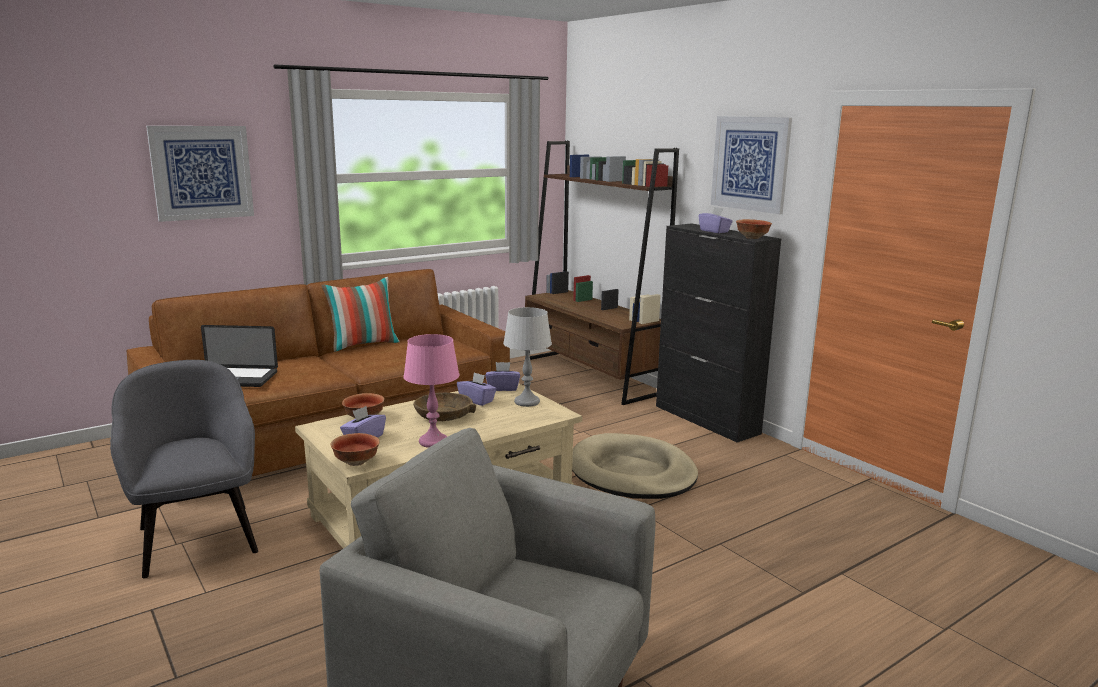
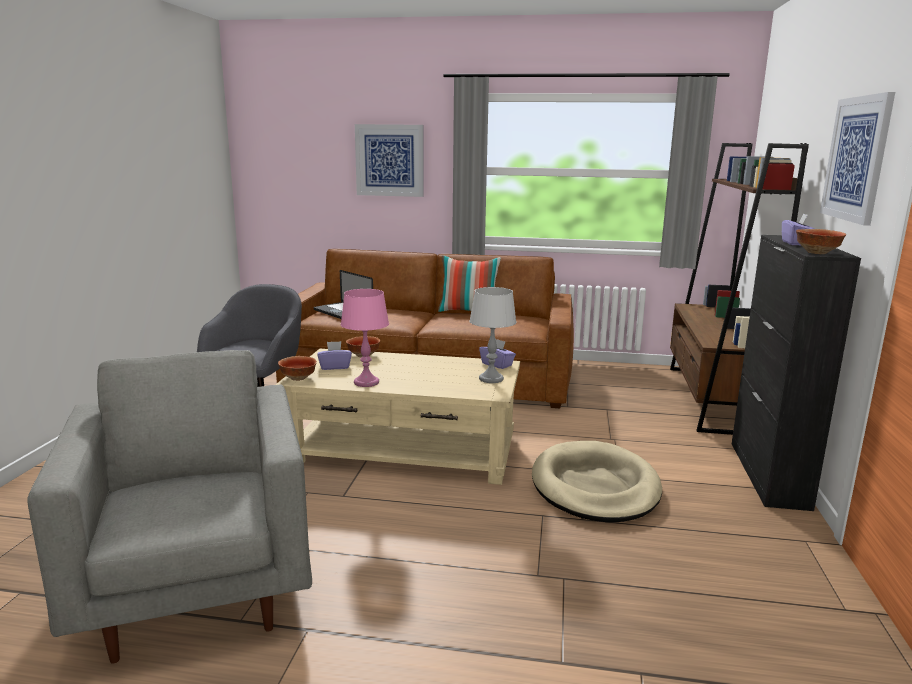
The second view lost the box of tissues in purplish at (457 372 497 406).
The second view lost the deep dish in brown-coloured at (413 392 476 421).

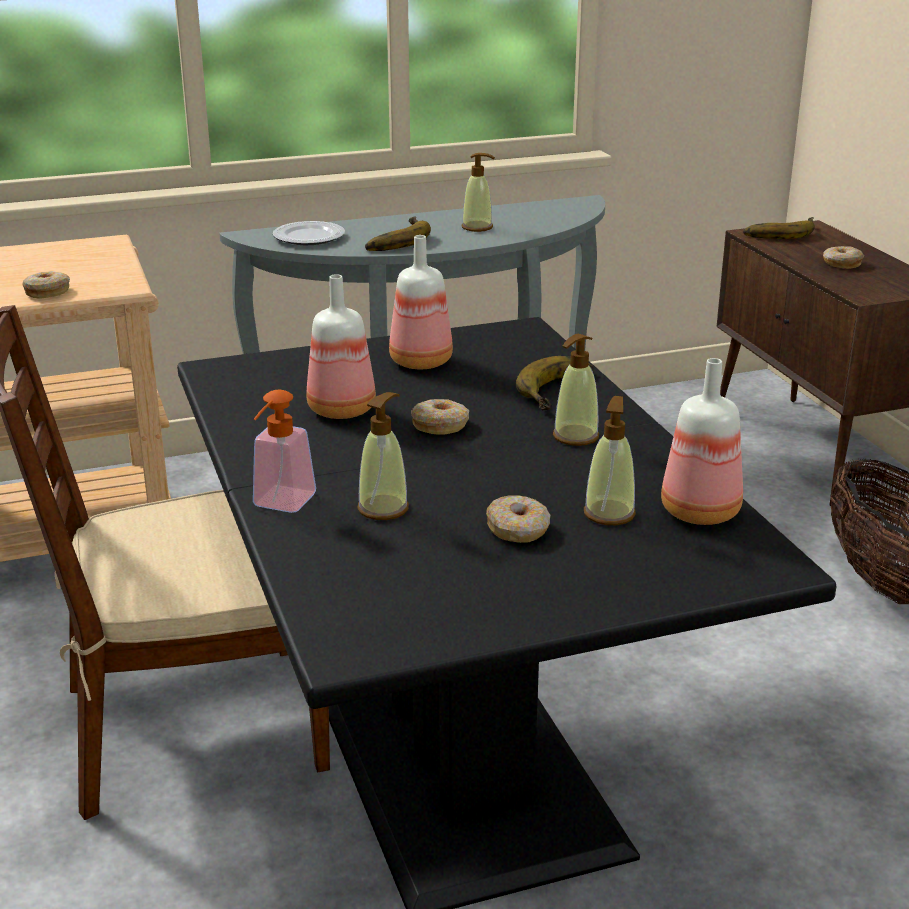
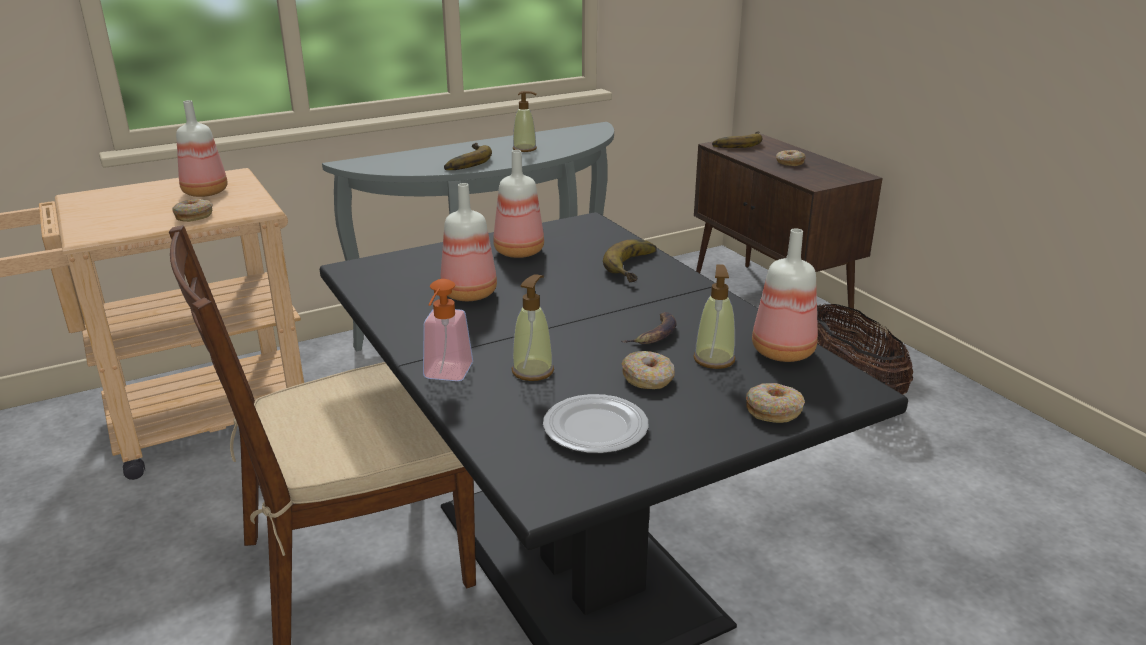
The plate ended up elsewhere, having gone from (273 221 345 245) to (543 394 649 454).
The second view lost the liquid soap bottle at (553 334 599 446).
The donut ended up elsewhere, having gone from (411 399 470 434) to (746 383 805 423).
The second view gained the bottle at (176 100 228 197).
The second view gained the banana fruit at (622 312 677 344).

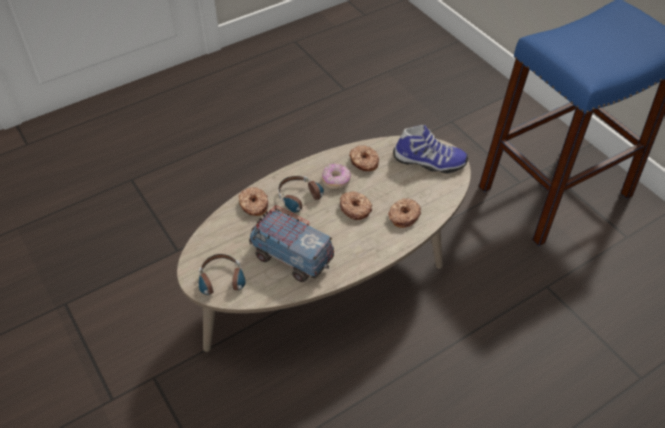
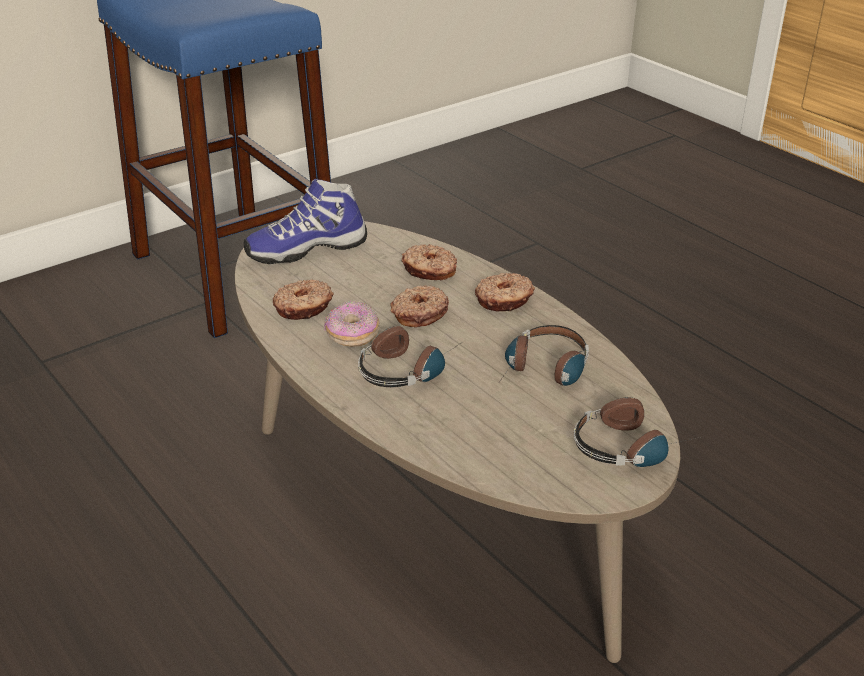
The shoe at (393 125 468 174) ended up facing another way, 120 degrees counterclockwise from before.
The donut ended up elsewhere, having gone from (239 187 268 216) to (475 273 535 311).
Where the toy truck stood at (249 205 334 282), the headphones came to stand at (499 325 589 386).

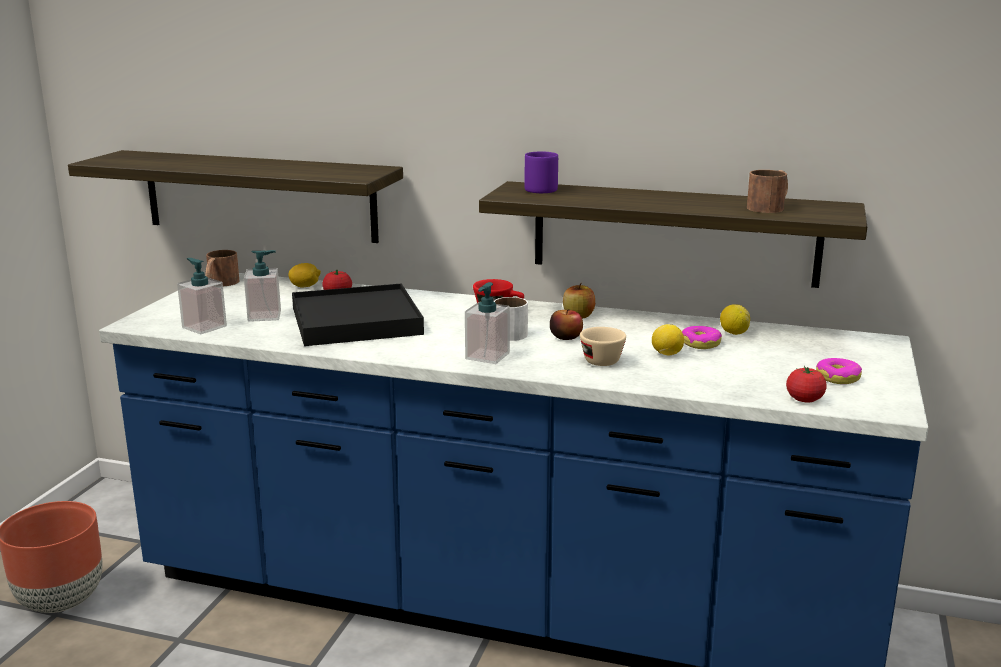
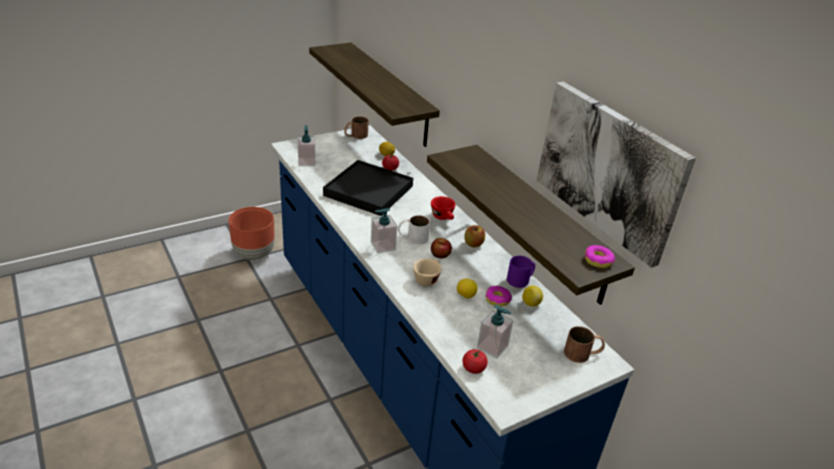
The mug in purplish ended up elsewhere, having gone from (524 152 558 193) to (507 256 535 288).
The mug in brown-coloured ended up elsewhere, having gone from (747 170 788 213) to (564 326 605 363).
The liquid soap bottle ended up elsewhere, having gone from (244 250 281 322) to (477 305 514 358).
The donut ended up elsewhere, having gone from (816 358 862 384) to (585 245 615 268).
The second view gained the picture at (537 82 696 268).

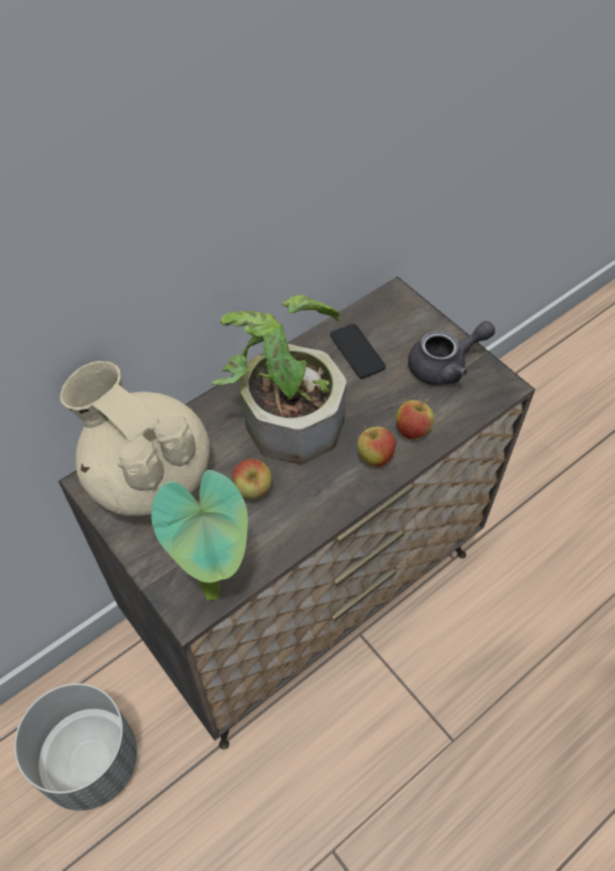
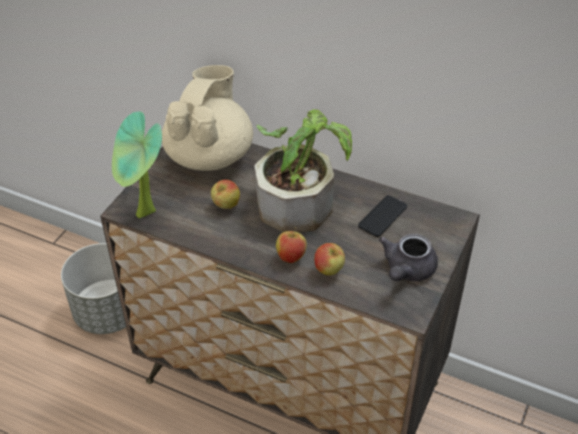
The tea pot in grey at (408 321 495 385) ended up facing another way, 75 degrees clockwise from before.

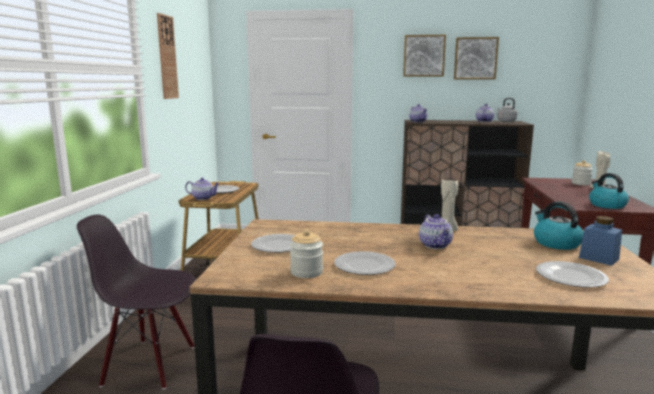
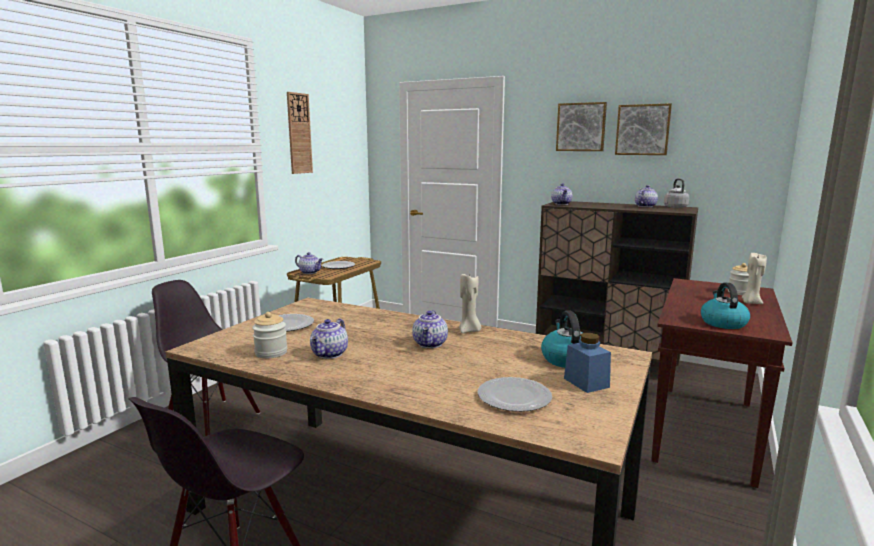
Where the plate stood at (334 251 396 275), the tea pot came to stand at (310 319 348 359).

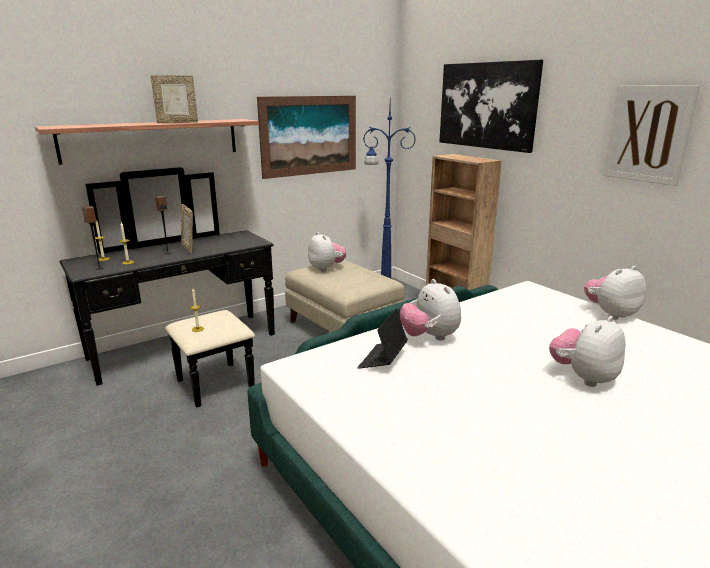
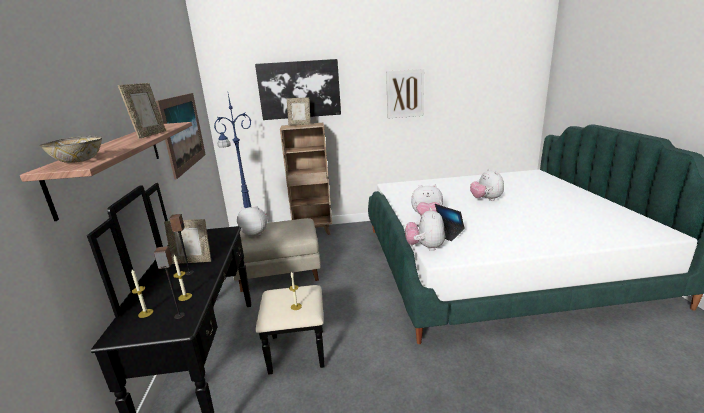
The plush toy ended up elsewhere, having gone from (584 266 646 320) to (405 208 445 251).
The second view gained the standing frame at (287 97 311 125).
The second view gained the deep dish at (40 136 102 163).

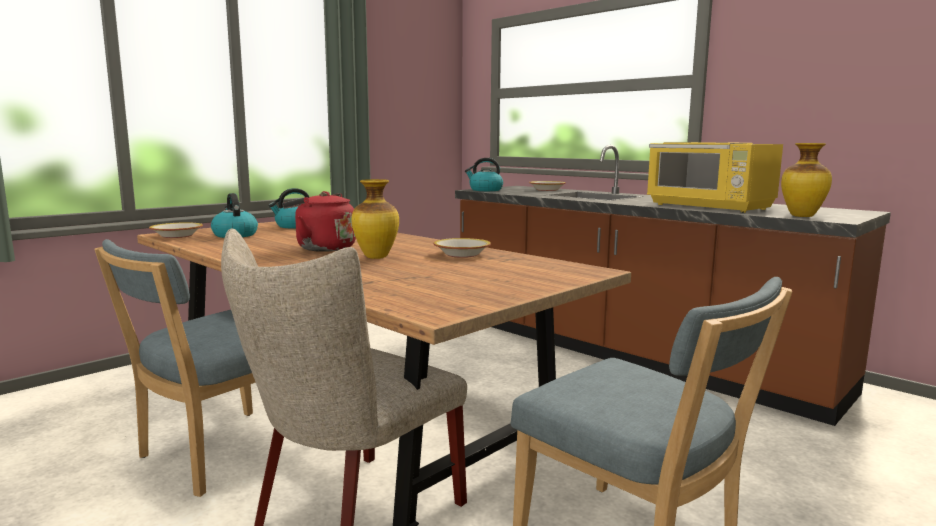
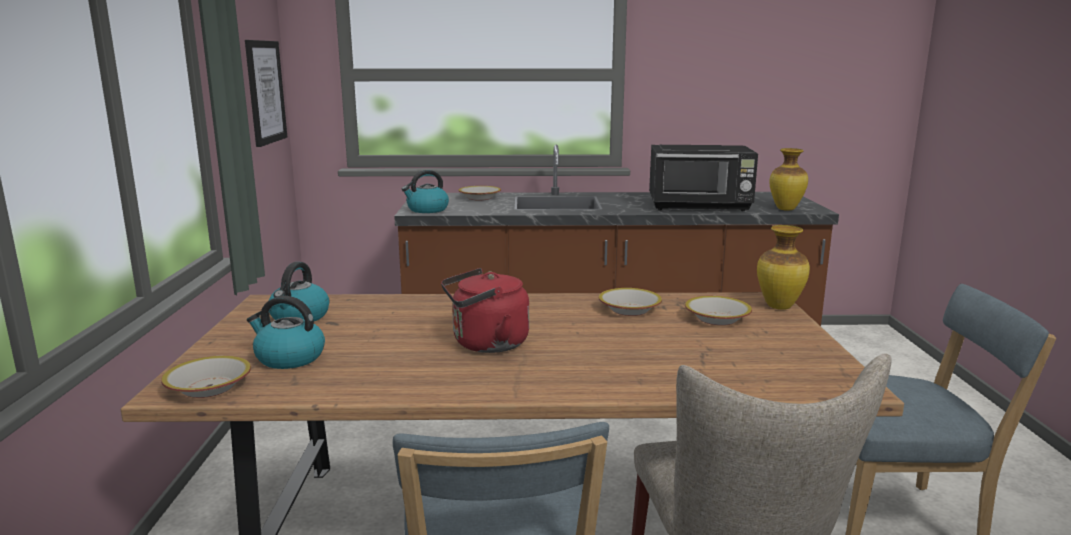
What was the microwave in yellow at (647 142 783 213) turned into the microwave in black at (649 145 758 211).
The vase ended up elsewhere, having gone from (352 179 399 259) to (757 225 810 310).
The second view gained the picture at (245 40 287 147).
The second view gained the deep dish at (685 296 752 325).

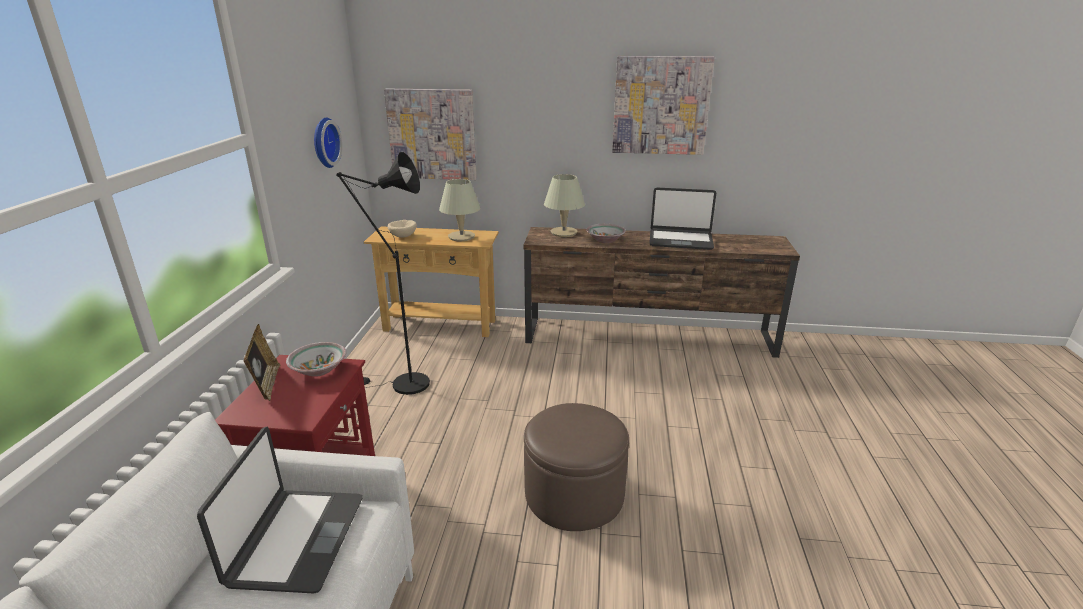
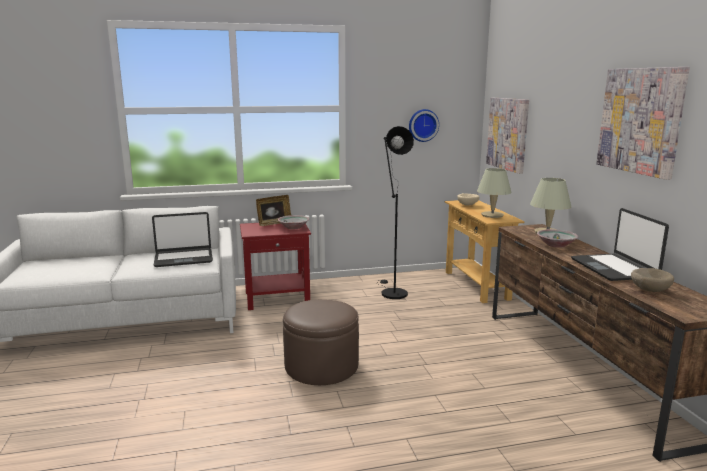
The second view gained the deep dish in beige-coloured at (631 268 674 292).

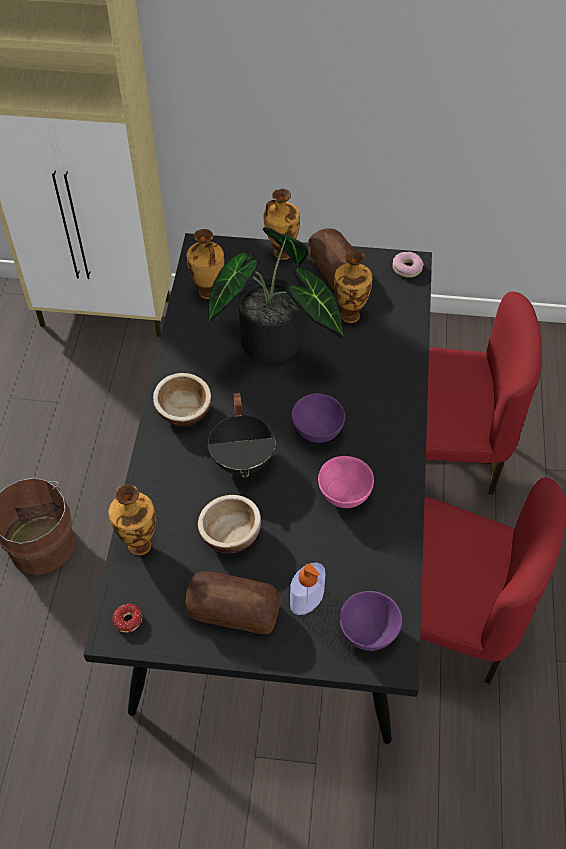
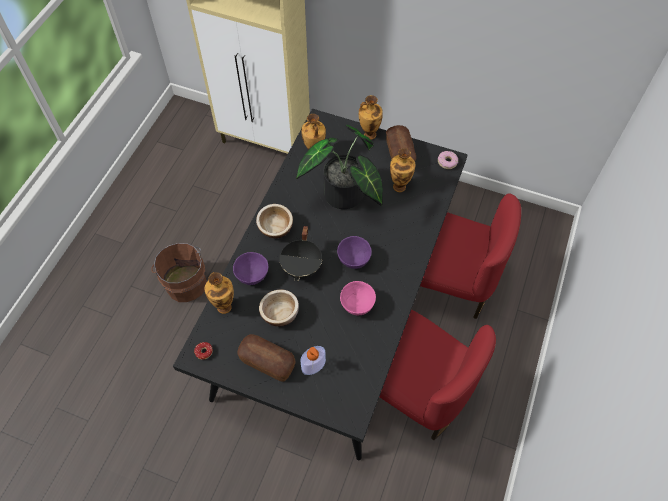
The deep dish in purplish ended up elsewhere, having gone from (340 591 402 651) to (233 252 268 285).

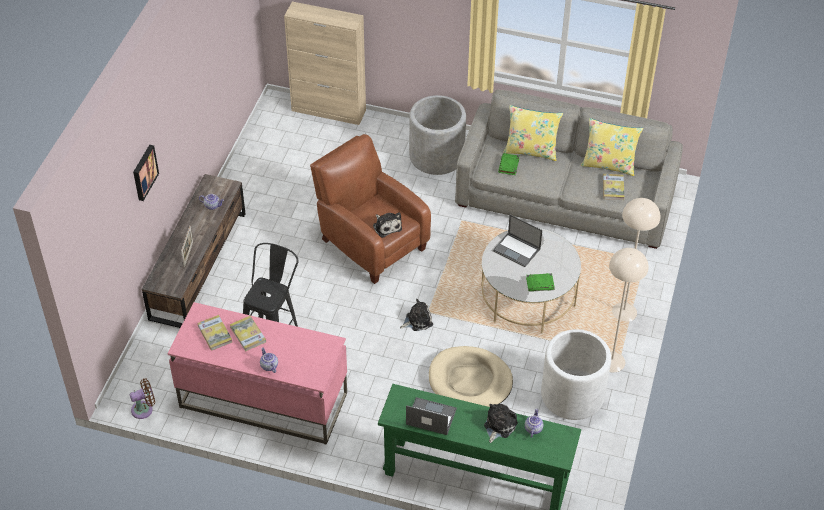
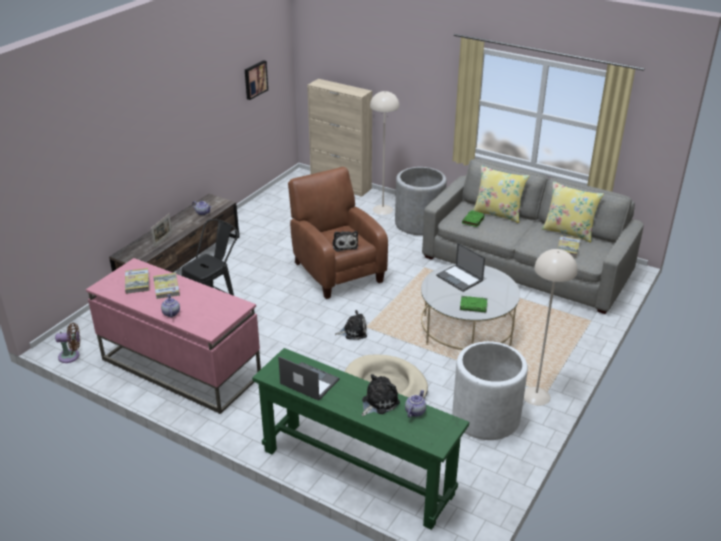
The picture ended up elsewhere, having gone from (133 145 159 201) to (245 60 268 100).
The floor lamp in beige-coloured ended up elsewhere, having gone from (612 198 660 321) to (370 91 400 215).

